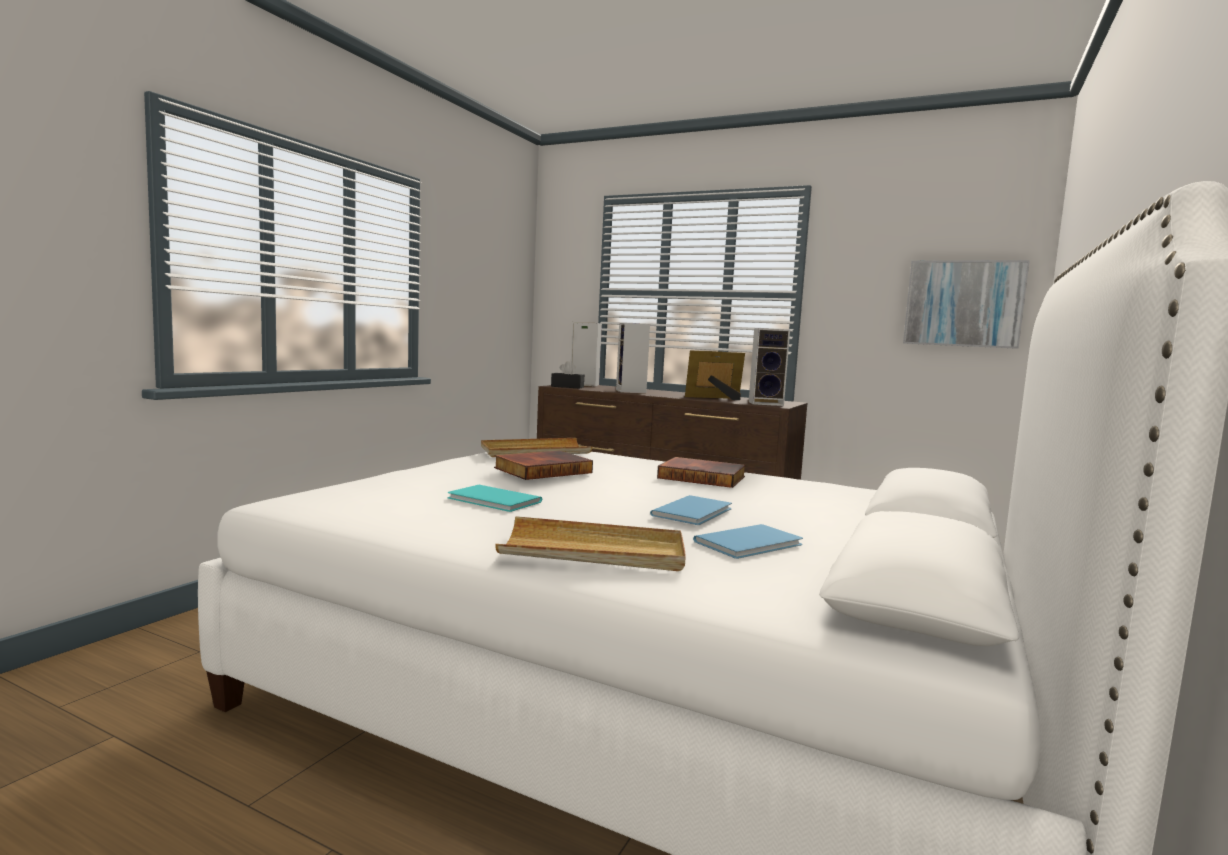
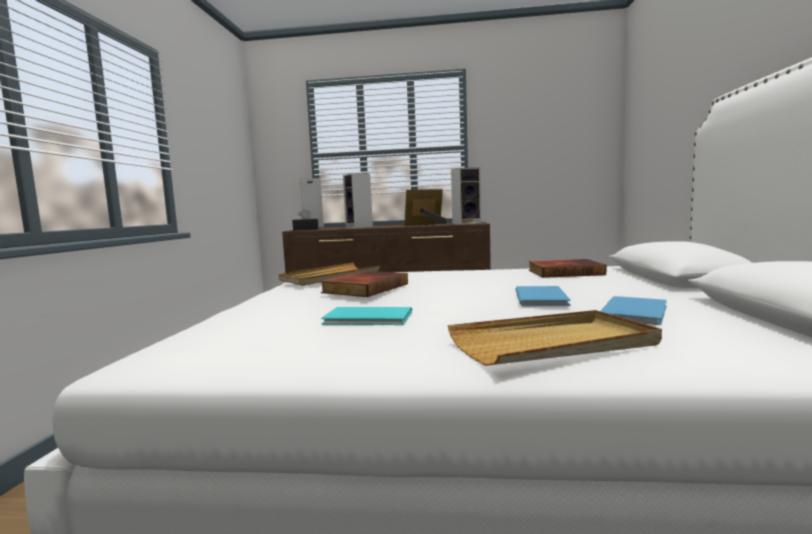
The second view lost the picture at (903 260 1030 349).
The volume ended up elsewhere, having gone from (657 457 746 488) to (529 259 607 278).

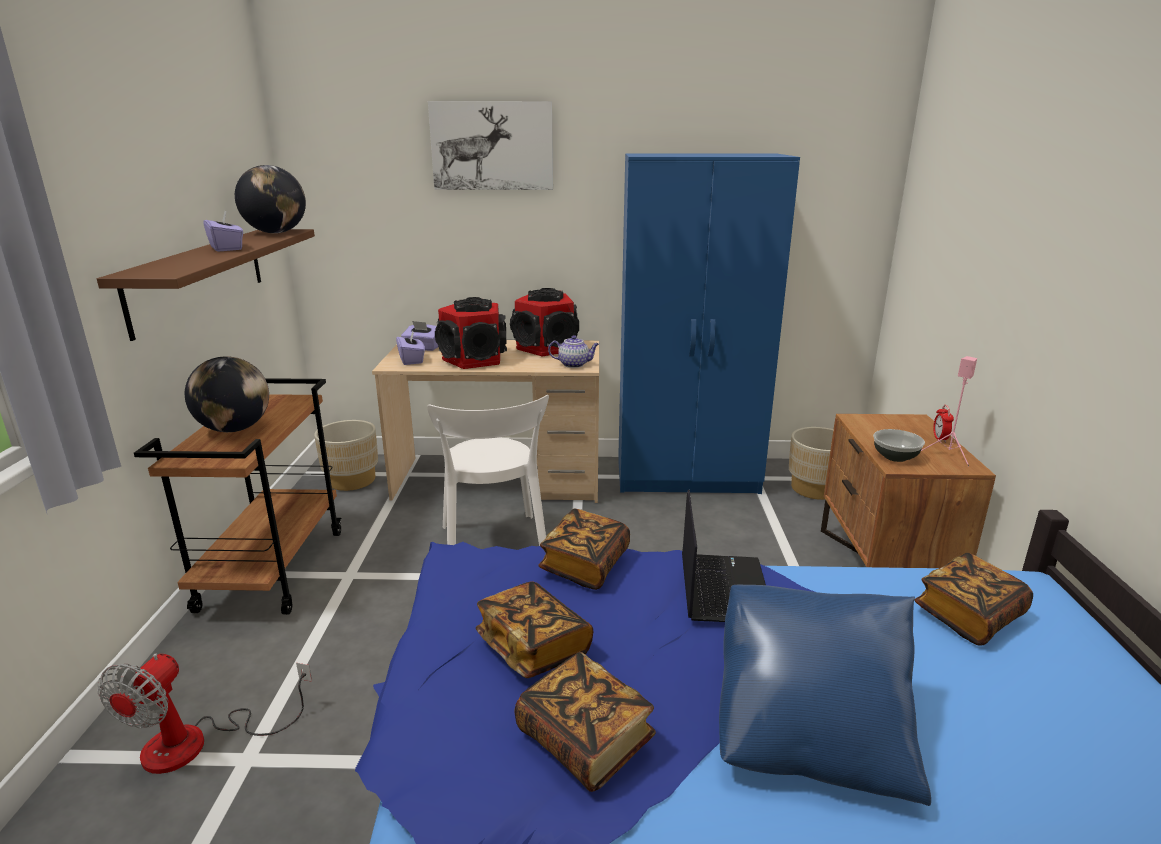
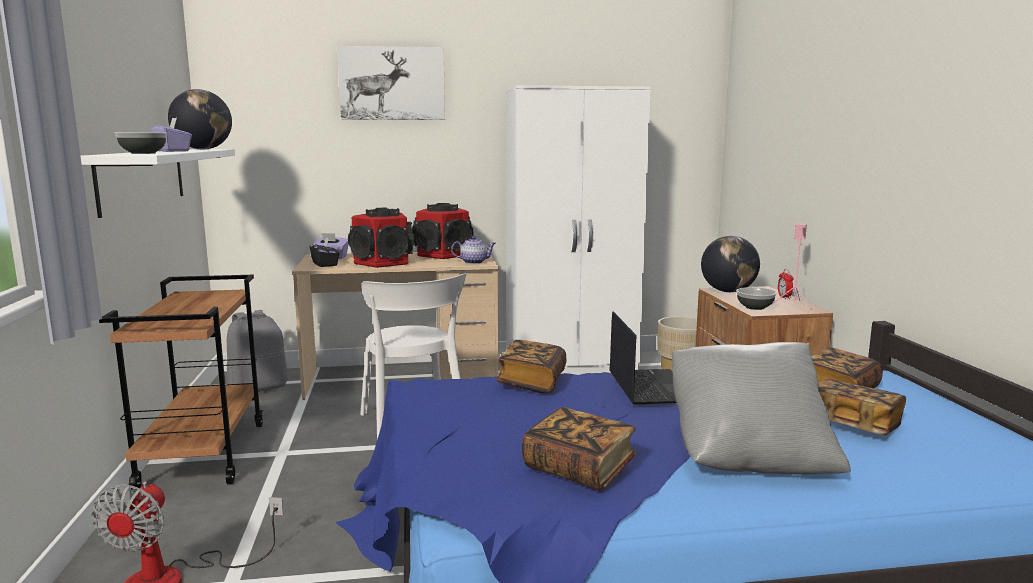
What was the clothes cupboard in bluish at (618 153 800 494) turned into the clothes cupboard in white at (506 85 651 375).
What was the bracket shelf in brown-coloured at (97 229 315 341) turned into the bracket shelf in white at (81 149 235 218).
What was the box of tissues in purplish at (396 331 425 365) turned into the box of tissues in black at (310 238 340 267).
The desk globe ended up elsewhere, having gone from (185 356 269 432) to (701 236 760 292).
Where the plant pot in beige-coloured stood at (314 420 378 491), the backpack in grey came to stand at (227 310 288 392).
The volume ended up elsewhere, having gone from (476 581 593 678) to (818 379 906 435).
What was the throw pillow in bluish at (719 585 931 806) turned into the throw pillow in grey at (672 342 851 474).
The second view gained the deep dish at (115 132 167 154).

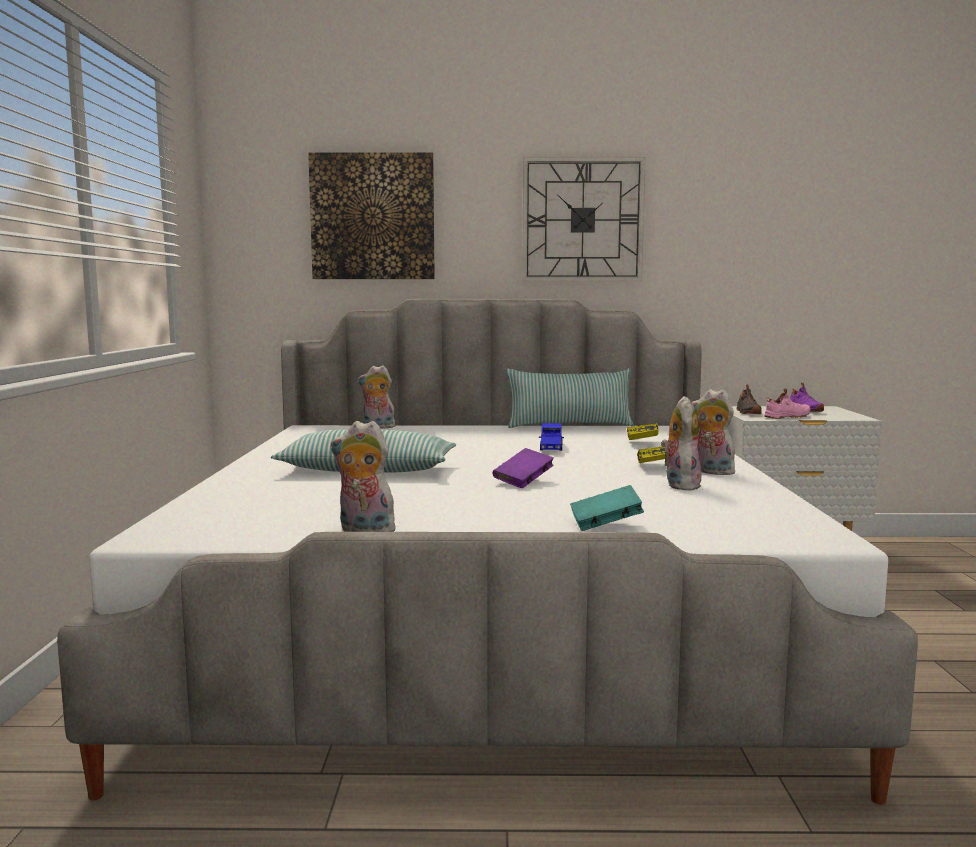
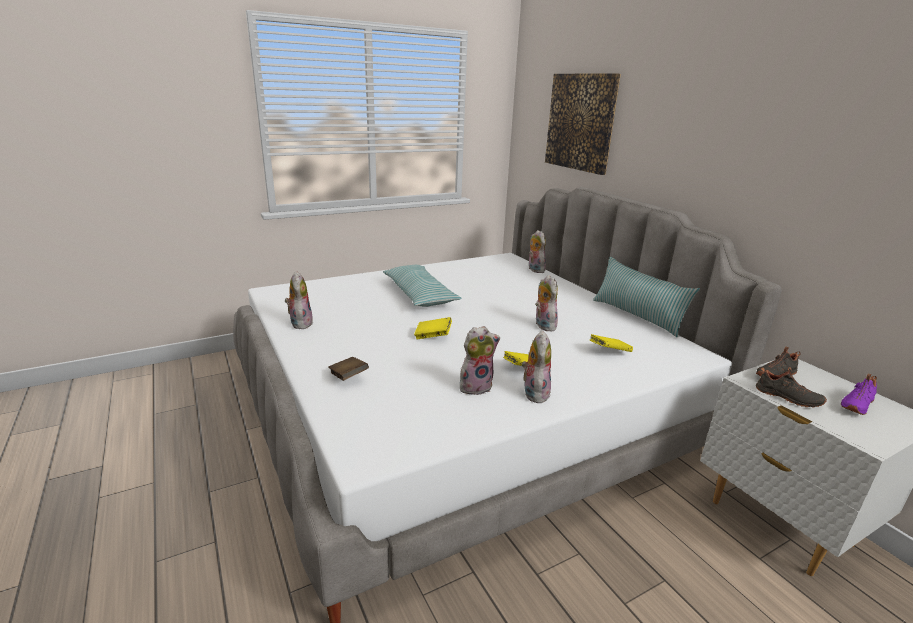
The second view lost the clock on the wall at (522 157 646 281).
What was the shoe in pink at (764 388 811 419) turned into the shoe in black at (756 367 827 408).
Where the miniature car in bluish stood at (539 423 564 451), the plush toy came to stand at (535 275 558 331).
What was the volume in purplish at (493 448 554 488) turned into the volume in yellow at (414 317 452 339).
What was the volume in blue-green at (570 485 644 531) turned into the volume in brown-coloured at (329 357 369 381).

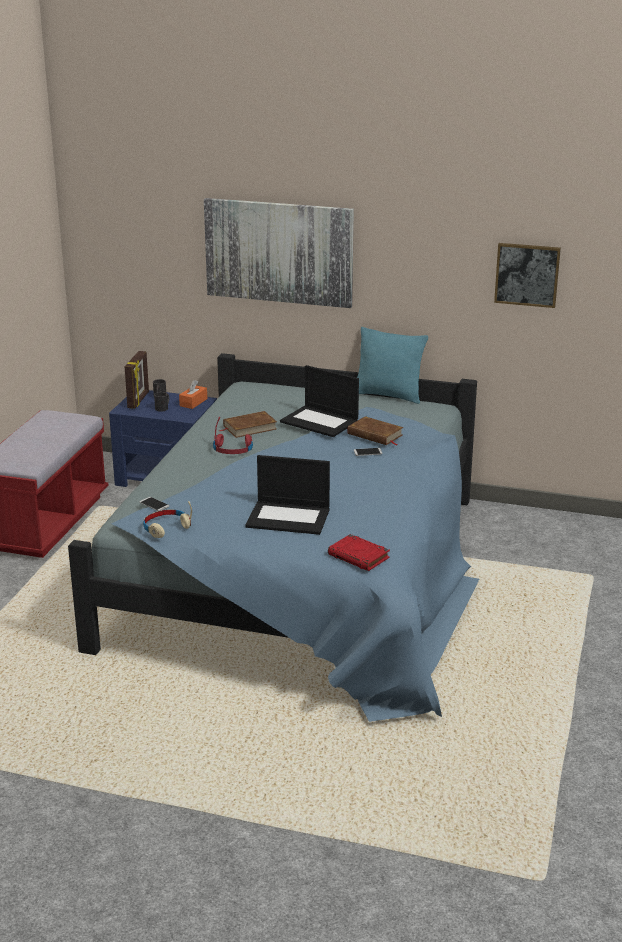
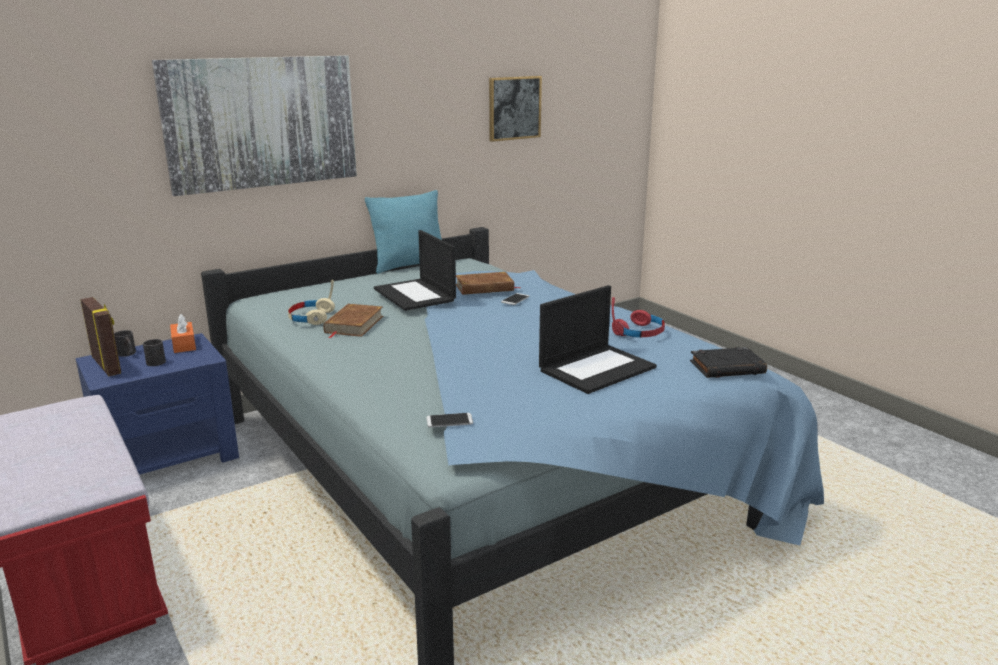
The notebook computer at (280 365 359 437) ended up facing another way, 75 degrees clockwise from before.
The headphones in reddish ended up elsewhere, having gone from (213 417 253 454) to (612 297 665 337).
The headphones in beige-coloured ended up elsewhere, having gone from (143 501 192 538) to (288 280 335 325).
What was the volume in reddish at (328 534 390 571) turned into the volume in black at (690 347 767 378).

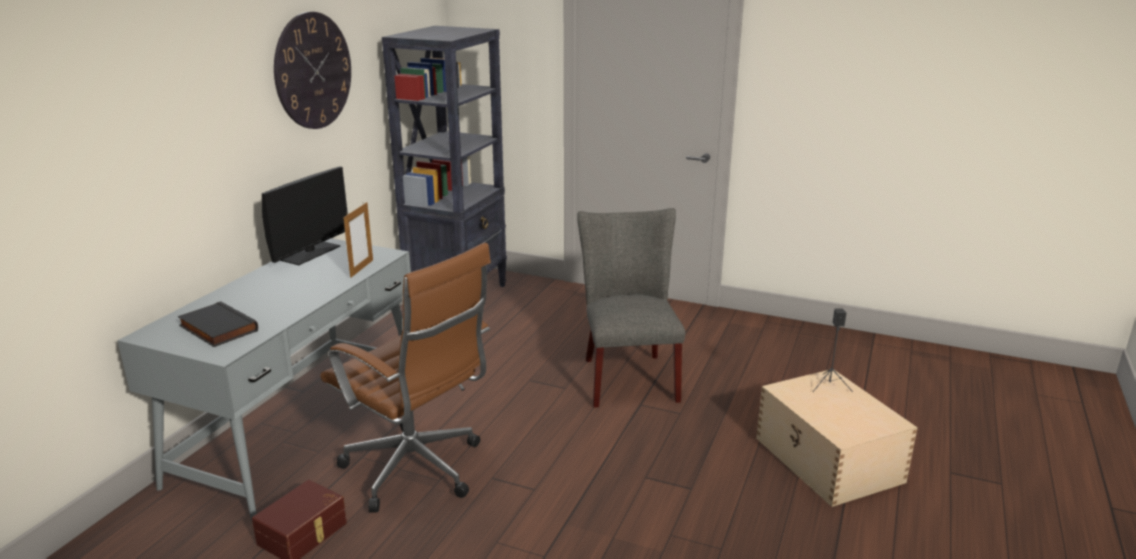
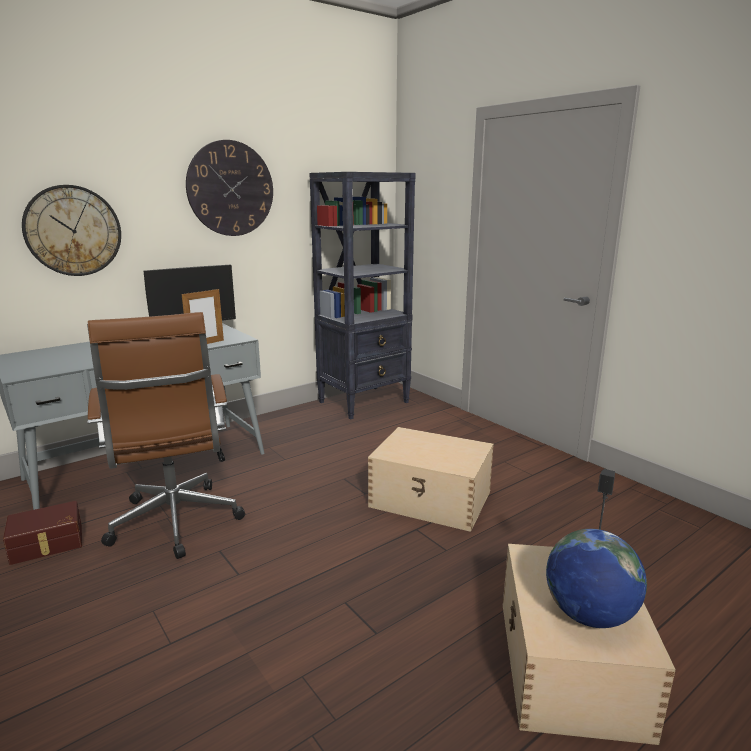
Where the upright chair in grey stood at (577 208 685 408), the storage bin in beige-coloured came to stand at (368 427 494 532).
The second view lost the volume in black at (178 301 258 347).
The second view gained the clock on the wall at (22 185 121 276).
The second view gained the desk globe at (546 529 647 628).

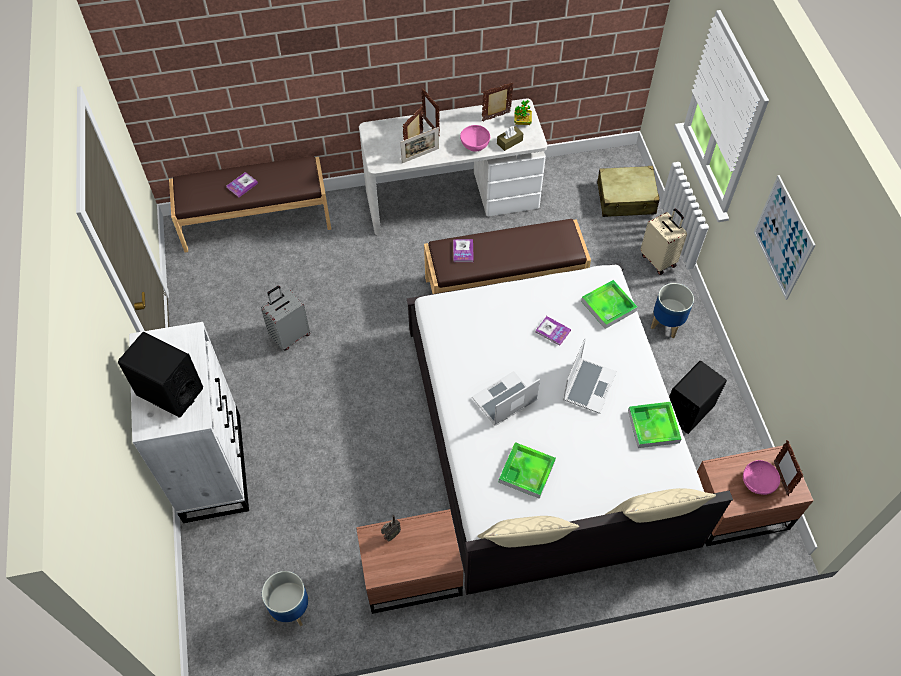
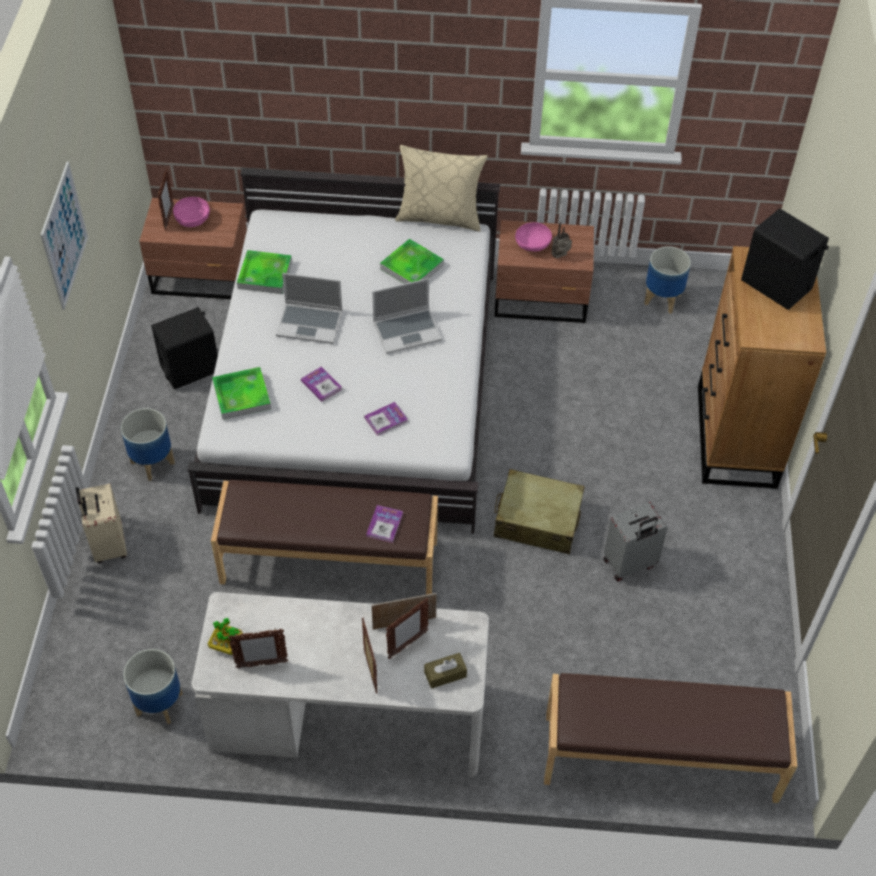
The deep dish in pink ended up elsewhere, having gone from (460 125 490 152) to (515 222 552 252).
The box of tissues in brown-coloured ended up elsewhere, having gone from (497 126 523 151) to (424 653 467 689).
The travel case in beige-coloured ended up elsewhere, having gone from (597 166 660 217) to (494 469 585 554).
The volume ended up elsewhere, having gone from (226 172 258 197) to (364 402 408 436).
What was the drawer chest in white at (129 322 249 523) turned into the drawer chest in brown-coloured at (698 246 826 489).
The notebook computer at (563 338 617 414) ended up facing another way, 120 degrees counterclockwise from before.
The second view lost the throw pillow in beige-coloured at (605 488 716 523).
The second view gained the plant pot at (123 649 183 724).

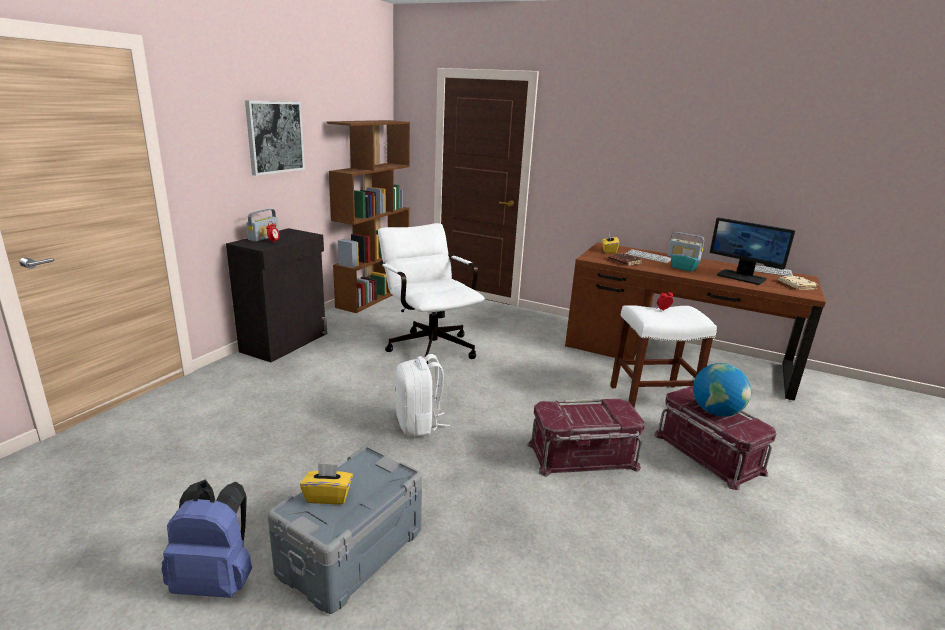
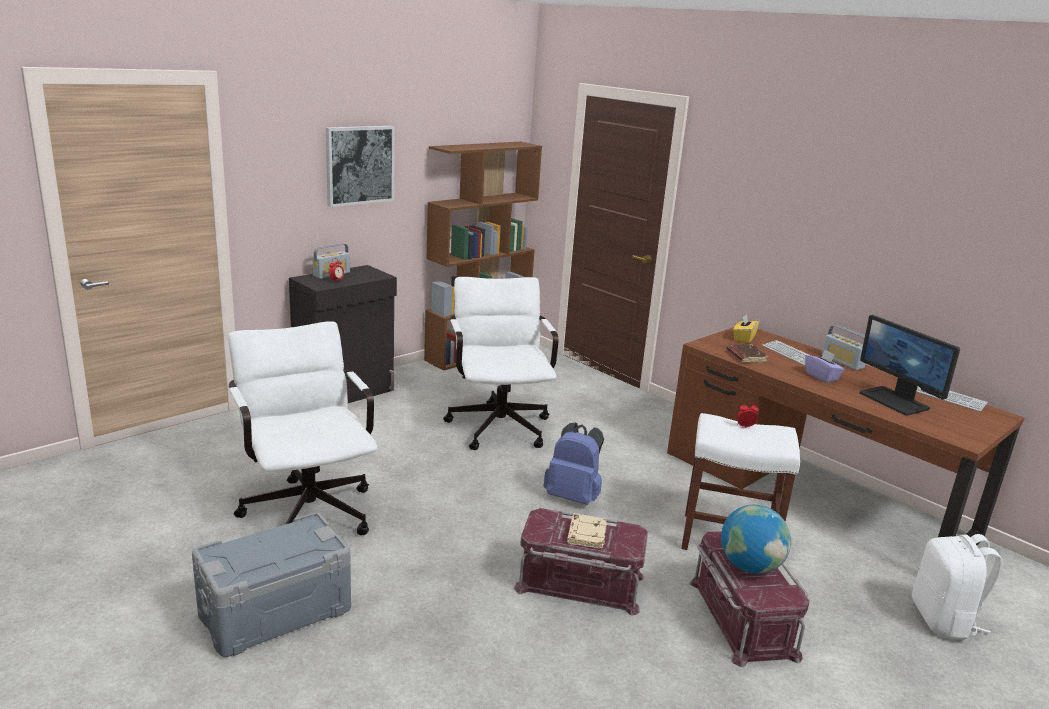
What was the box of tissues in blue-green at (671 248 701 272) turned into the box of tissues in purplish at (805 350 844 383).
The volume in beige-coloured ended up elsewhere, having gone from (778 276 819 290) to (567 515 607 549).
The backpack in white ended up elsewhere, having gone from (395 354 450 437) to (912 534 1002 640).
The second view lost the box of tissues in yellow at (300 463 353 505).
The backpack in bluish ended up elsewhere, having gone from (162 480 252 598) to (544 422 604 505).
The second view gained the computer chair in white at (228 321 378 535).

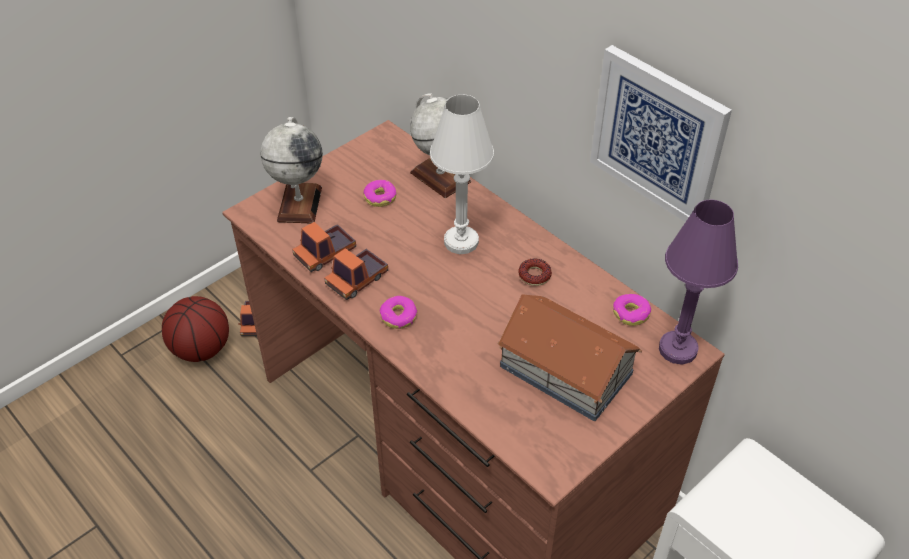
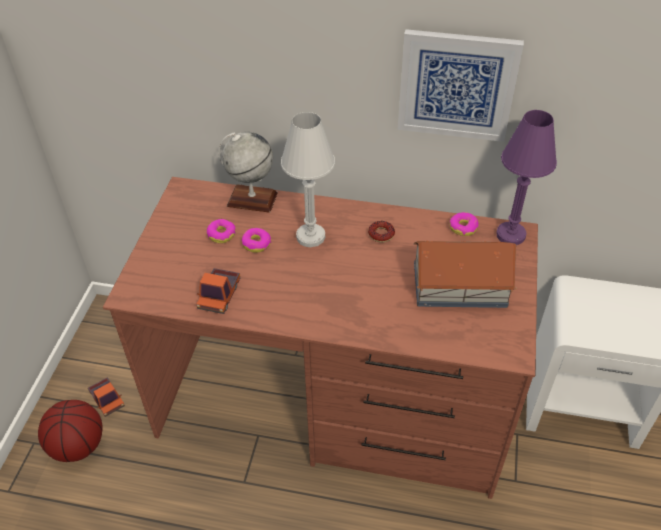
The second view lost the desk globe at (261 117 323 223).
The second view lost the toy truck at (324 248 388 300).
The donut ended up elsewhere, having gone from (379 296 418 329) to (242 228 272 253).

